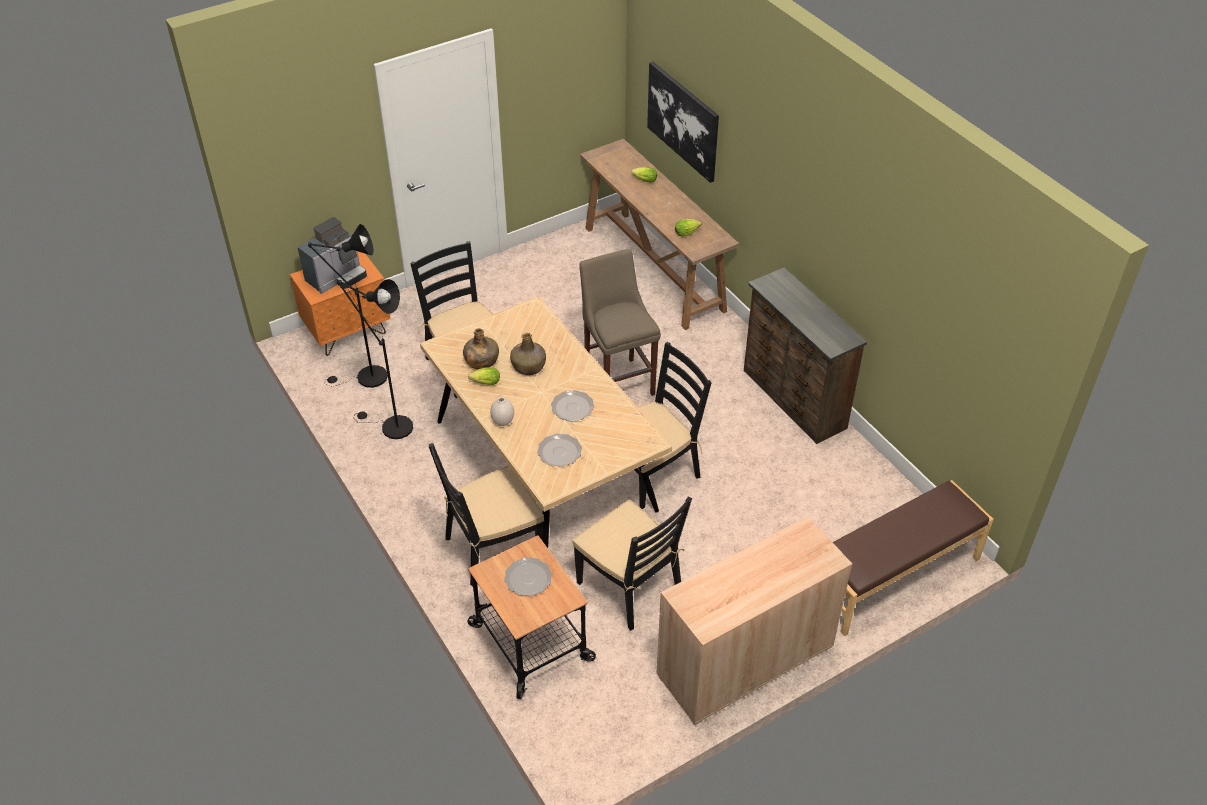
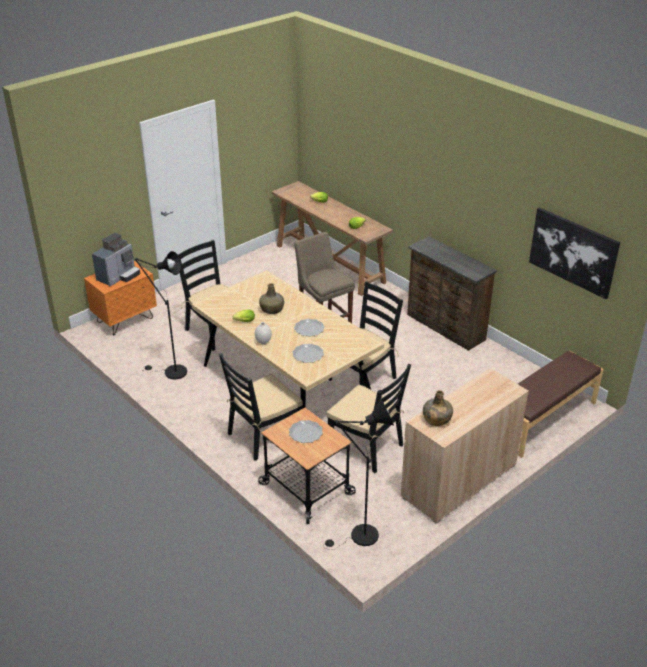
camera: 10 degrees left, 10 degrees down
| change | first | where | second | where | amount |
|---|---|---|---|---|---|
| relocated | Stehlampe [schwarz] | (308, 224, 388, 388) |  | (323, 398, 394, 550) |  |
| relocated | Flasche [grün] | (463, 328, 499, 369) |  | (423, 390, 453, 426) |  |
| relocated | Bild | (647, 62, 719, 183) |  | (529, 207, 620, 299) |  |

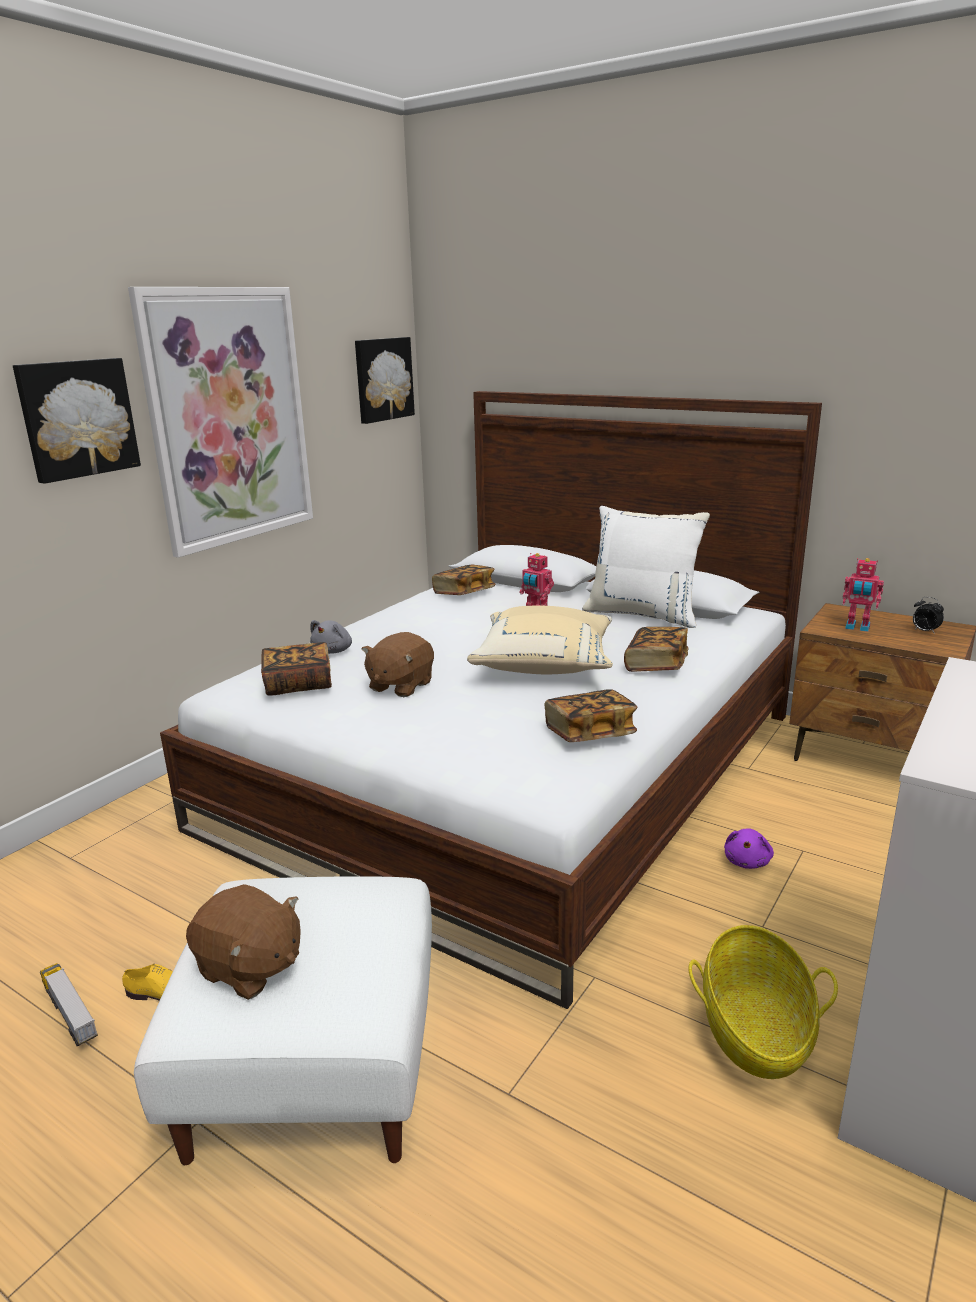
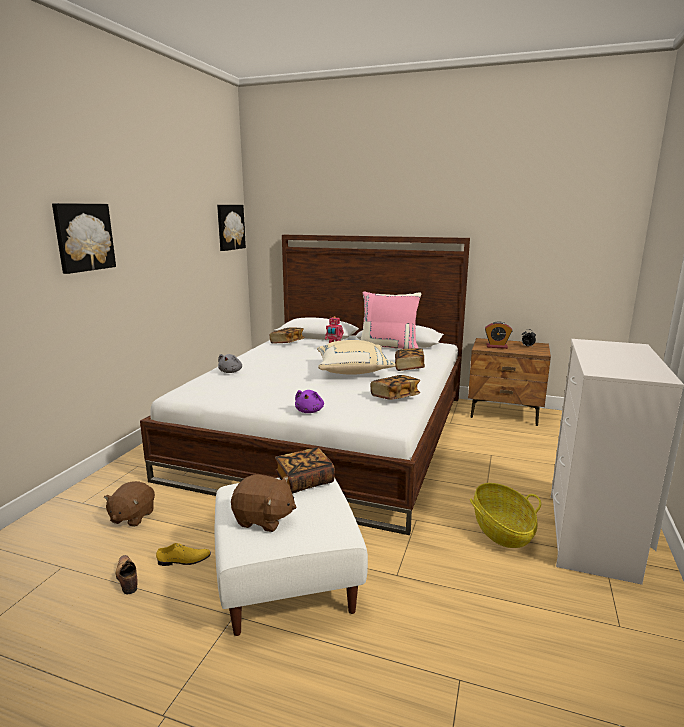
camera: 15 degrees left, 5 degrees down
| change | first | where | second | where | amount |
|---|---|---|---|---|---|
| exchanged | Spielzeuglaster | (40, 963, 98, 1046) | Schuh | (116, 555, 138, 594) |  |
| missing | Bild | (128, 287, 313, 558) |  |  |  |
| relocated | Buch | (261, 642, 332, 696) |  | (275, 447, 335, 494) |  |
| relocated | Plüschtier [braun] | (362, 632, 434, 697) |  | (104, 481, 155, 527) |  |
| colour | Kissen [weiß] | (582, 506, 710, 628) | Kissen [rosa] | (361, 291, 422, 349) |  |
| relocated | Plüschtier [lila] | (724, 828, 774, 869) |  | (295, 390, 324, 413) |  |
| exchanged | Spielzeugroboter | (843, 558, 884, 632) | Wecker | (485, 321, 512, 349) |  |

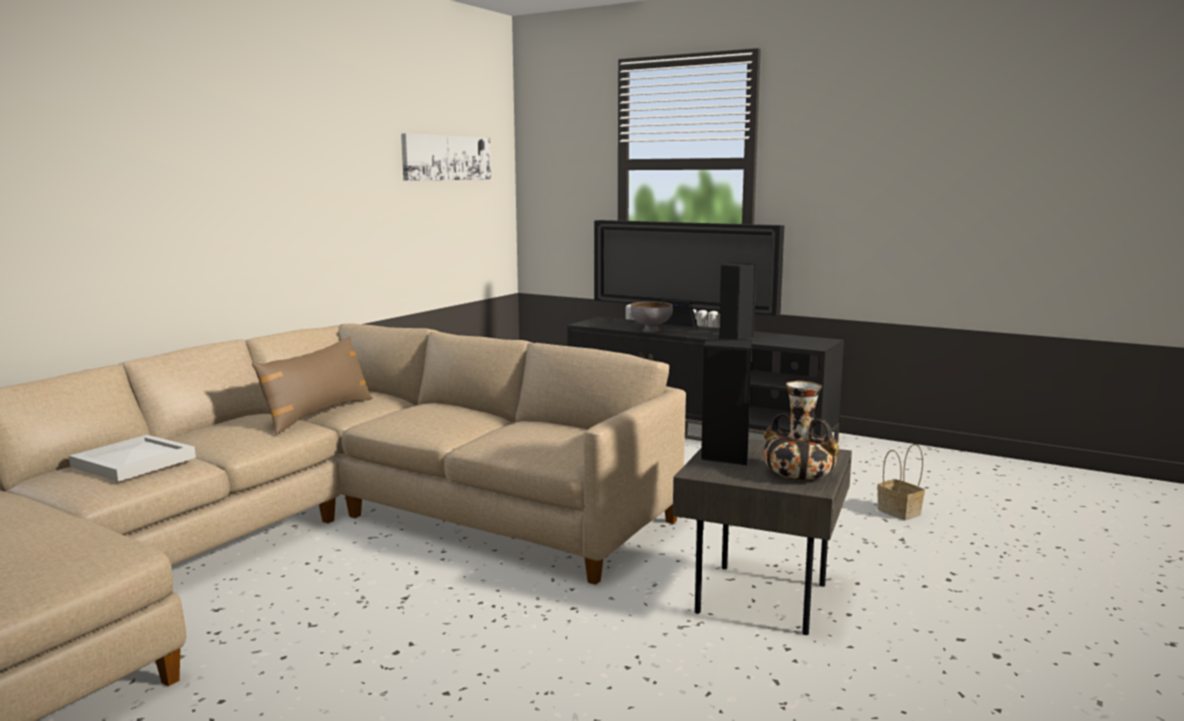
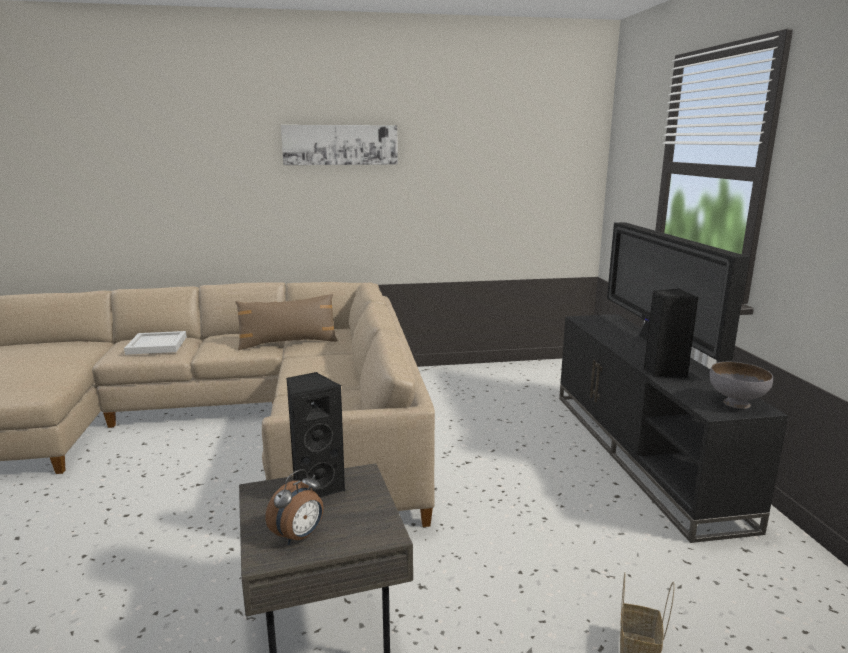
camera: 50 degrees right, 5 degrees up
| change | first | where | second | where | amount |
|---|---|---|---|---|---|
| relocated | Bild | (401, 133, 491, 181) |  | (281, 125, 398, 165) |  |
| relocated | Schüssel [grau] | (630, 302, 673, 332) |  | (709, 362, 773, 409) |  |
| exchanged | Vase | (764, 381, 839, 480) | Wecker | (265, 469, 323, 545) |  |

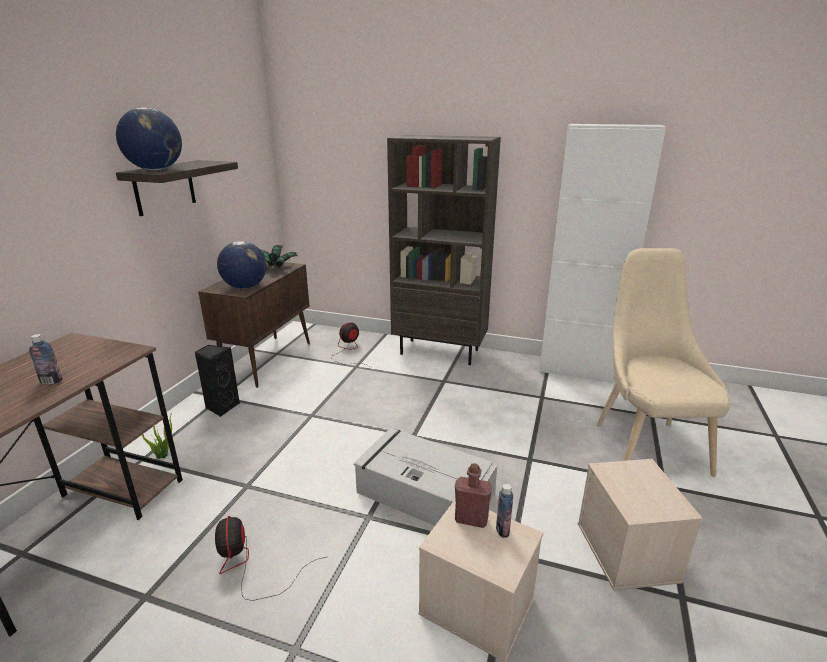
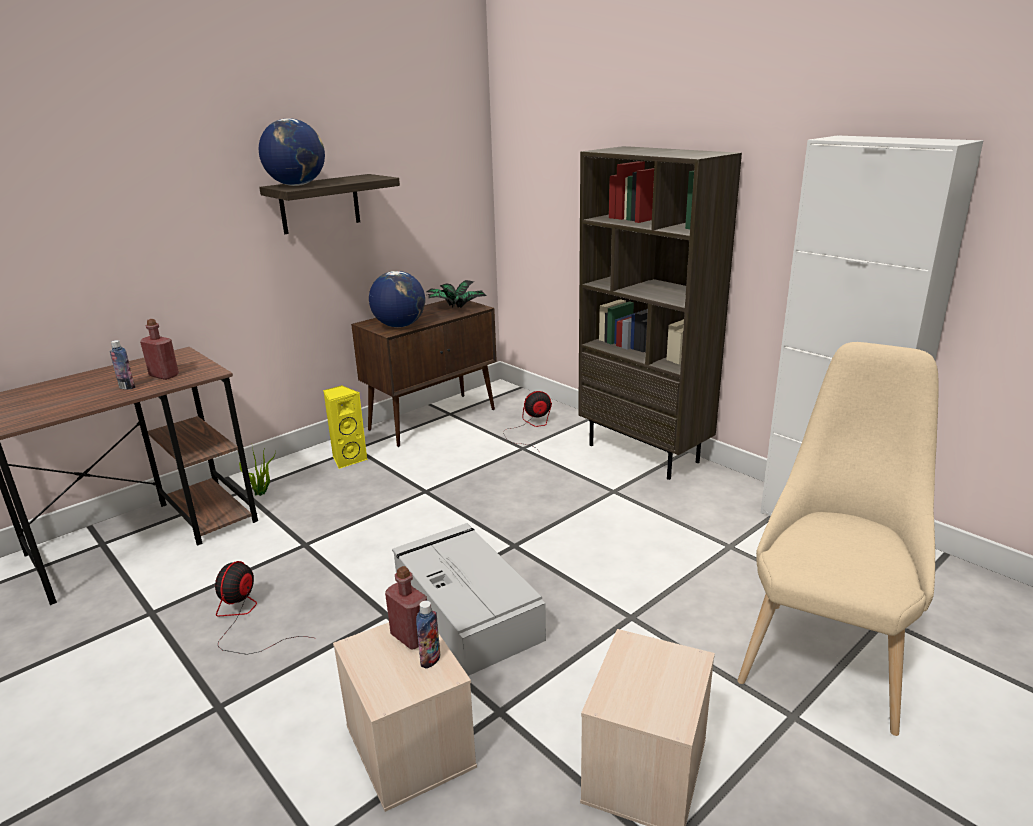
camera: 30 degrees right, 0 degrees up
| change | first | where | second | where | amount |
|---|---|---|---|---|---|
| colour | Lautsprecher [schwarz] | (195, 345, 240, 417) | Lautsprecher [gelb] | (323, 385, 367, 469) |  |
| appeared |  |  | Flasche [rot] | (140, 319, 179, 380) |  |

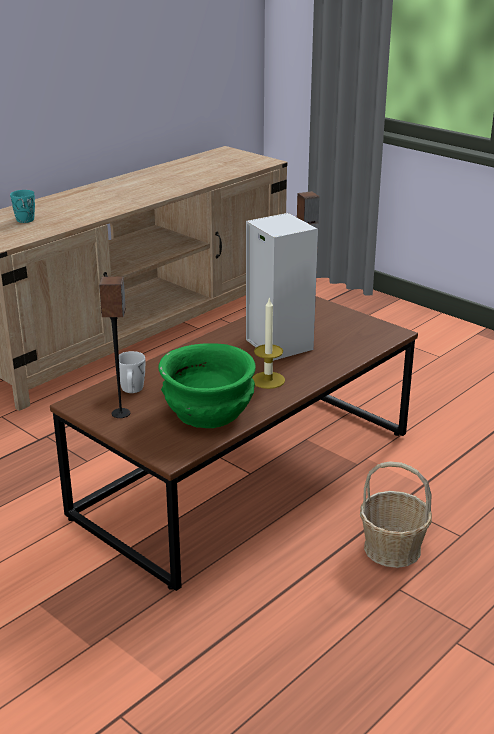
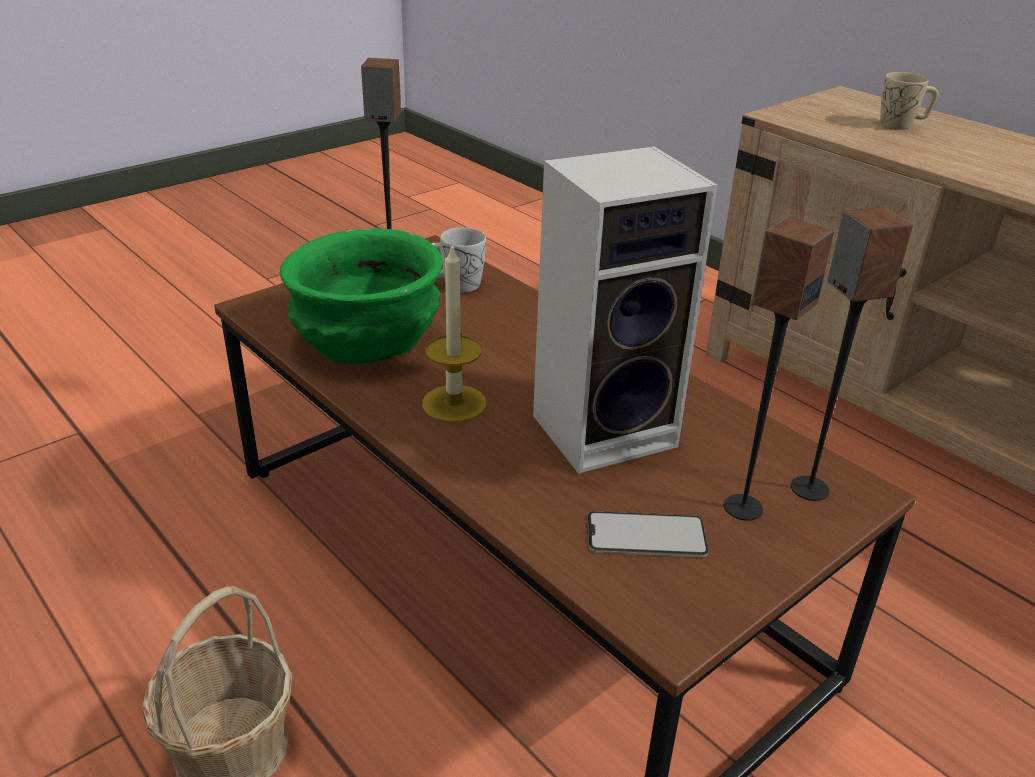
camera: 95 degrees right, 5 degrees up
| change | first | where | second | where | amount |
|---|---|---|---|---|---|
| colour | Henkelbecher [türkis] | (10, 190, 35, 223) | Henkelbecher [beige] | (880, 72, 938, 130) |  |
| appeared |  |  | Handy | (588, 511, 709, 557) |  |
| appeared |  |  | Lautsprecher | (724, 217, 834, 521) |  |

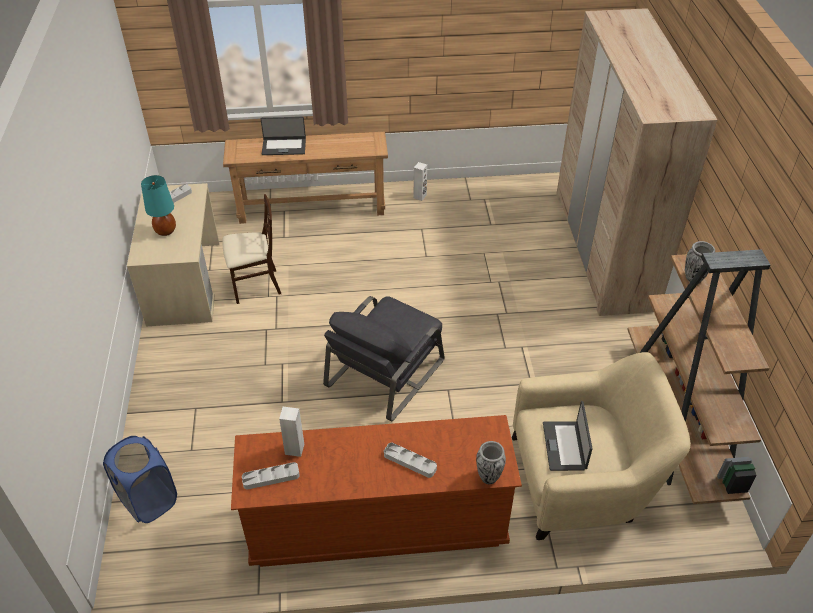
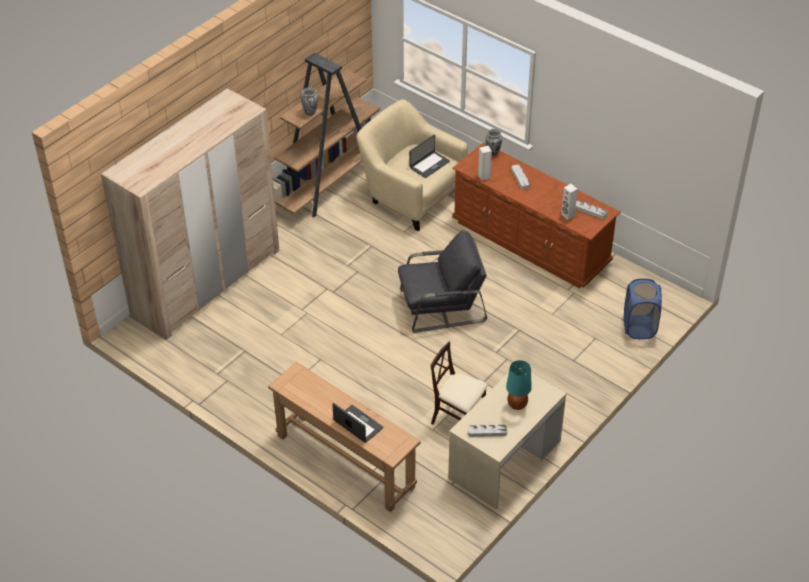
camera: 135 degrees left, 0 degrees up
| change | first | where | second | where | amount |
|---|---|---|---|---|---|
| relocated | Lautsprecher [weiß] | (414, 162, 427, 201) |  | (478, 146, 492, 181) |  |

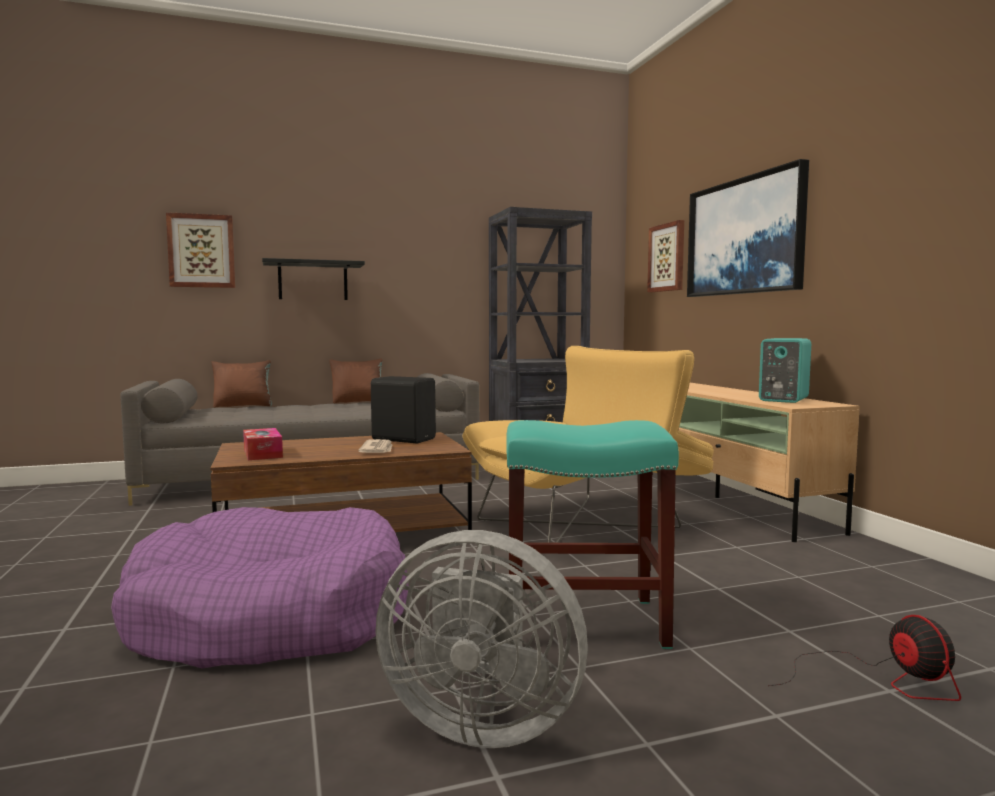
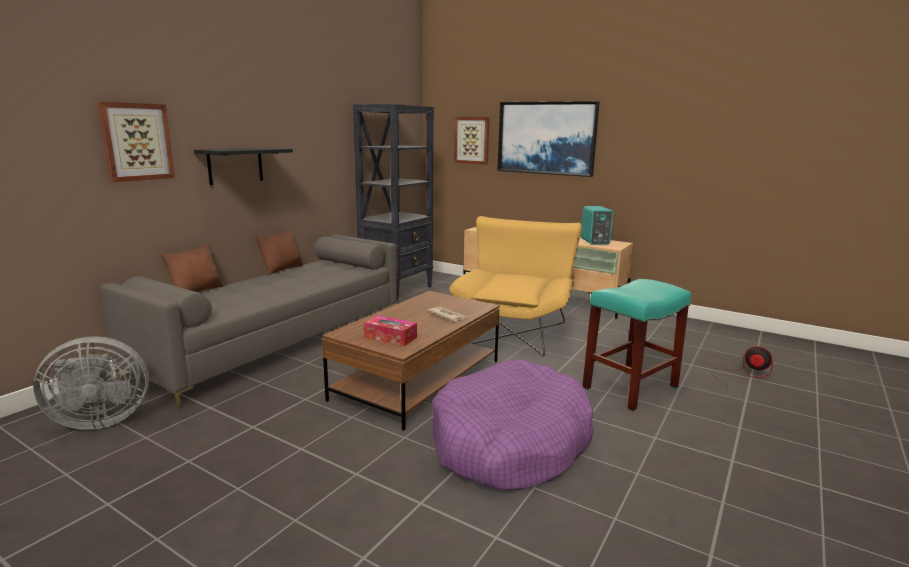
camera: 40 degrees left, 10 degrees up
| change | first | where | second | where | amount |
|---|---|---|---|---|---|
| missing | Lautsprecher [schwarz] | (371, 376, 436, 443) |  |  |  |
| relocated | Ventilator [grau] | (375, 530, 588, 748) |  | (33, 336, 149, 430) |  |

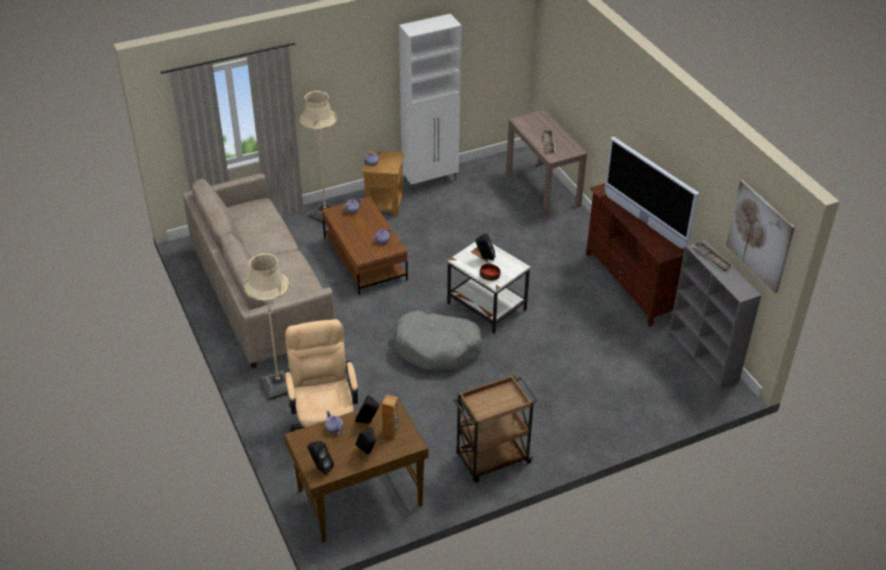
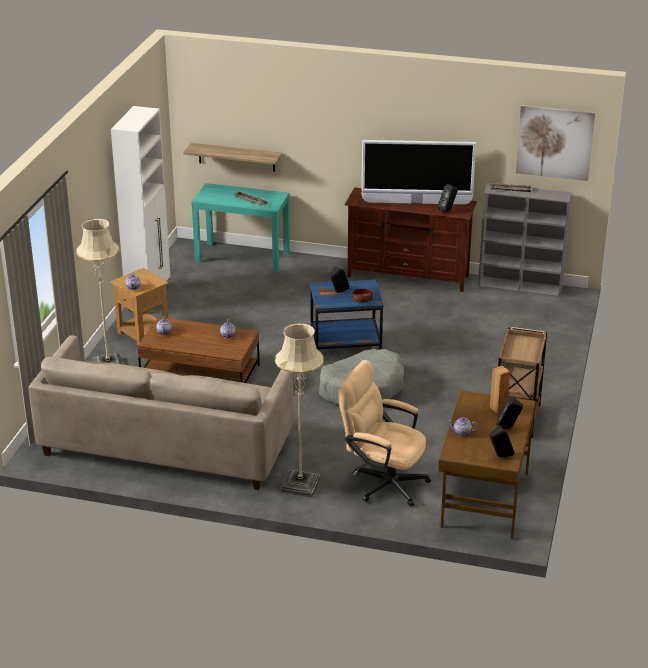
camera: 50 degrees left, 10 degrees down
| change | first | where | second | where | amount |
|---|---|---|---|---|---|
| relocated | Lautsprecher [schwarz] | (355, 395, 379, 423) |  | (438, 184, 458, 213) |  |
| colour | Beistelltisch [weiß] | (447, 241, 530, 334) | Beistelltisch [blau] | (310, 280, 383, 350) |  |
| colour | Konsolentisch [braun] | (506, 110, 588, 217) | Konsolentisch [türkis] | (191, 183, 290, 273) |  |
| appeared |  |  | Wandregal | (183, 143, 282, 172) |  |

